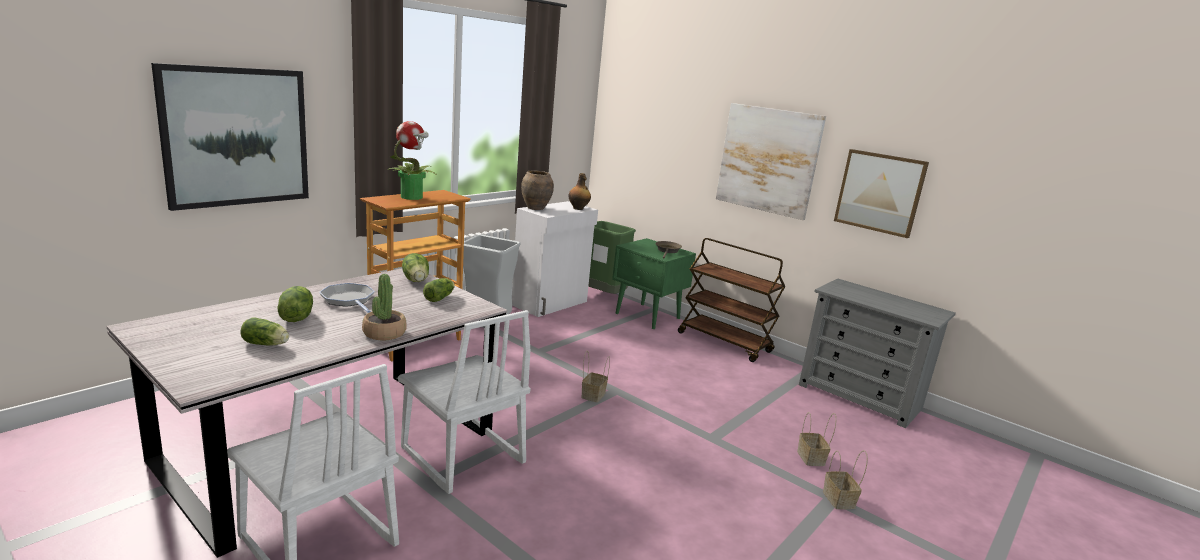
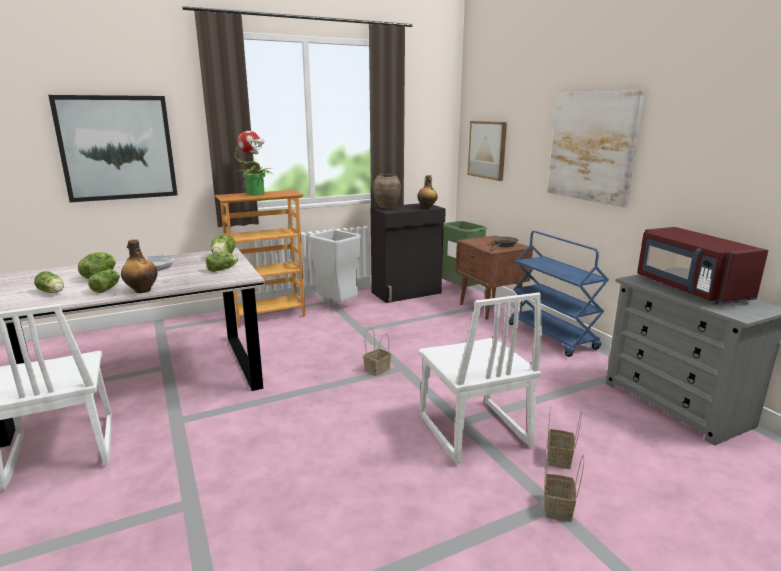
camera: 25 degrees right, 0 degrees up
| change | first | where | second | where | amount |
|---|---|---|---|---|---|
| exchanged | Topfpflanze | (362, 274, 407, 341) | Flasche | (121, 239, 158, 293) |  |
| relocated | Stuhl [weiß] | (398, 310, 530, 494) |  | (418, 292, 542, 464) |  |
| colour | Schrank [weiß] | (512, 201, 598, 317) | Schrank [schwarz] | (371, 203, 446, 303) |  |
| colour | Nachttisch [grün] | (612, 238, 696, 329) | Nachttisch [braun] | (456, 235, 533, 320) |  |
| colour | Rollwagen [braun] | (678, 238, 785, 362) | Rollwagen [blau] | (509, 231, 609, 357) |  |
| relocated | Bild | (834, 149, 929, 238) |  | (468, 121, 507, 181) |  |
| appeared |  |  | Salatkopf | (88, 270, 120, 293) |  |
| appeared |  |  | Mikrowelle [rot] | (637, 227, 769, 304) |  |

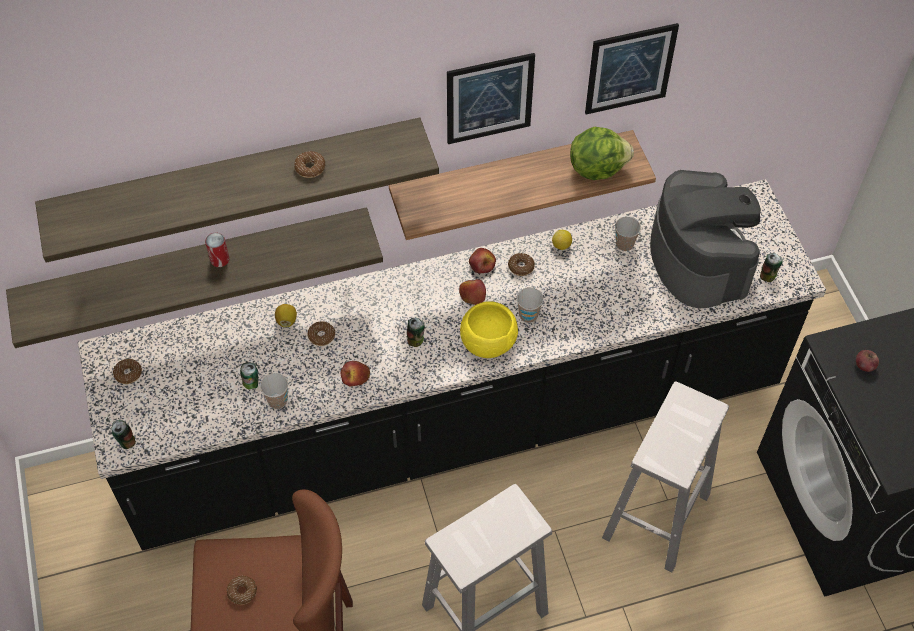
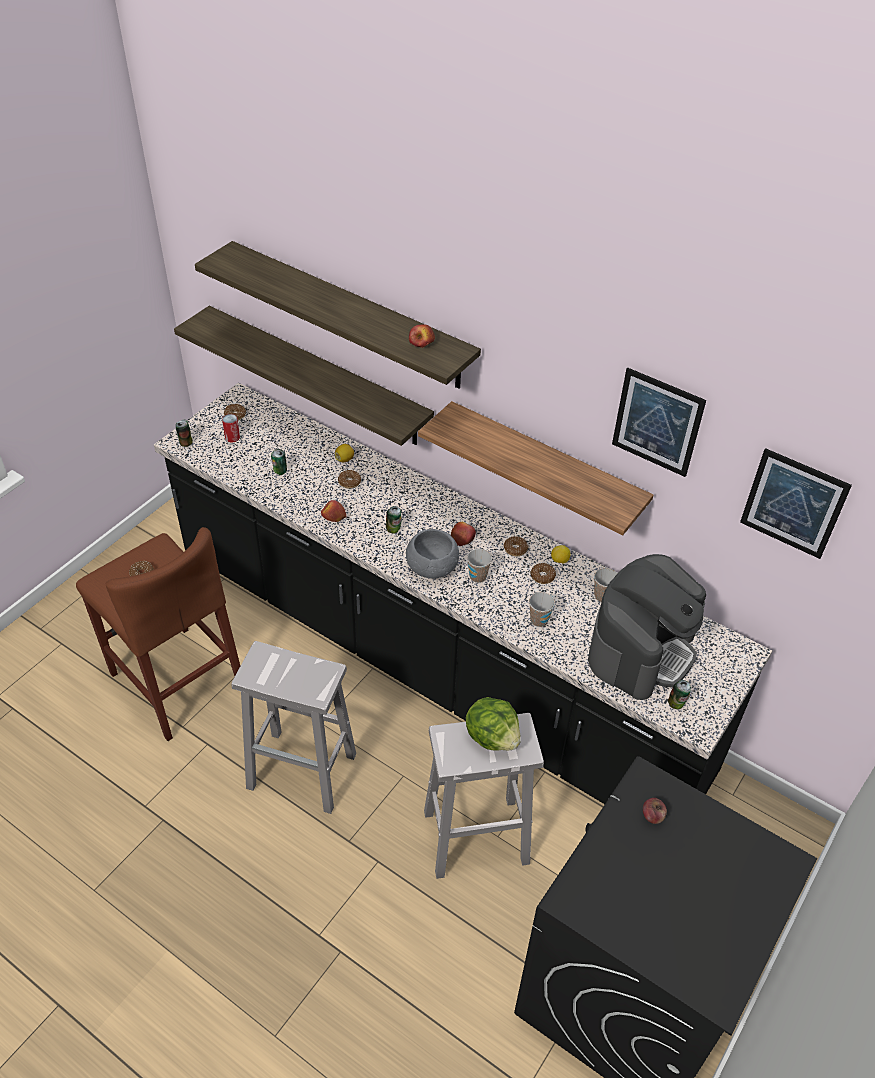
camera: 50 degrees right, 10 degrees down
| change | first | where | second | where | amount |
|---|---|---|---|---|---|
| relocated | Dose | (205, 233, 230, 267) |  | (222, 414, 240, 443) |  |
| relocated | Tasse | (260, 373, 288, 409) |  | (529, 592, 555, 627) |  |
| relocated | Donut | (294, 151, 325, 178) |  | (531, 563, 556, 584) |  |
| relocated | Bild | (447, 53, 535, 144) |  | (740, 448, 852, 559) |  |
| colour | Schüssel [gelb] | (460, 301, 518, 358) | Schüssel [grau] | (406, 529, 459, 579) |  |
| relocated | Apfel | (469, 248, 496, 274) |  | (409, 324, 435, 348) |  |
| relocated | Salatkopf | (570, 127, 634, 180) |  | (465, 697, 521, 751) |  |

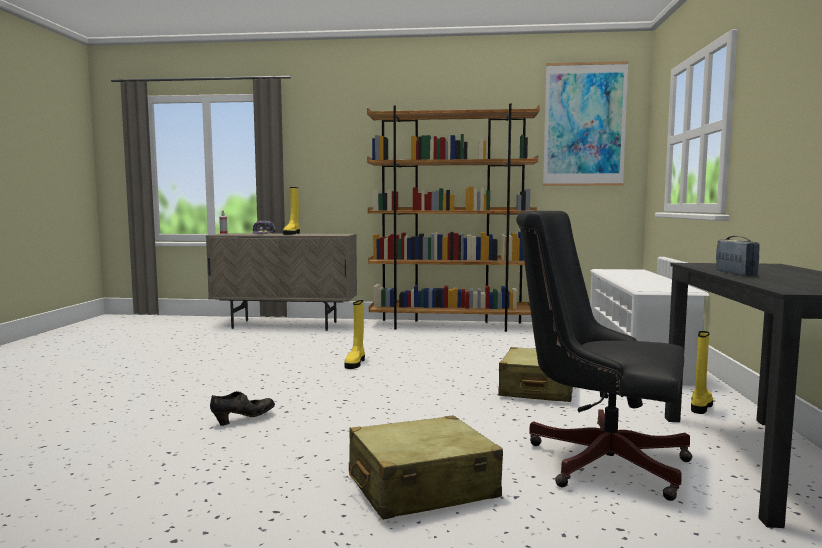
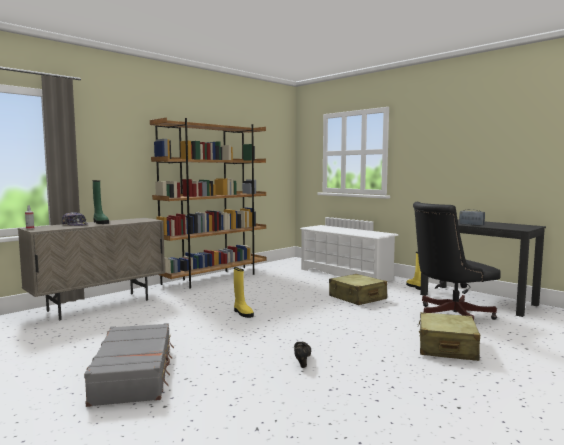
camera: 50 degrees left, 0 degrees up
| change | first | where | second | where | amount |
|---|---|---|---|---|---|
| colour | Stiefel [gelb] | (283, 187, 300, 235) | Stiefel [grün] | (92, 180, 109, 224) |  |
| missing | Bild | (543, 61, 629, 186) |  |  |  |
| appeared |  |  | Koffer [grau] | (84, 323, 174, 407) |  |

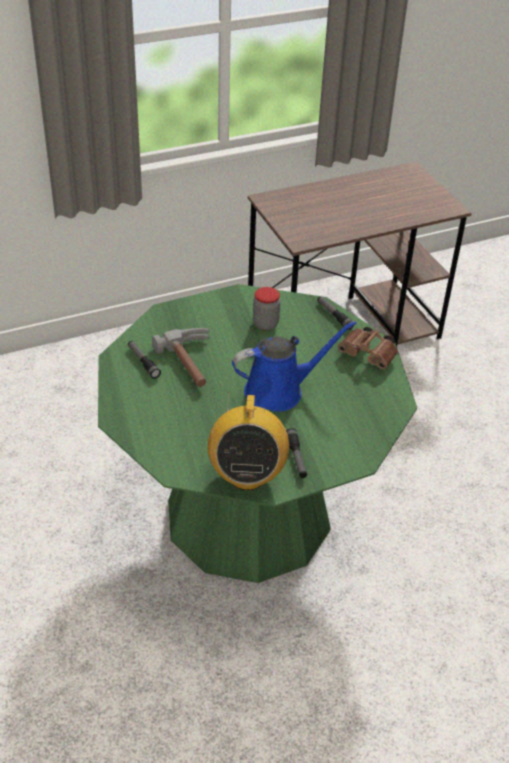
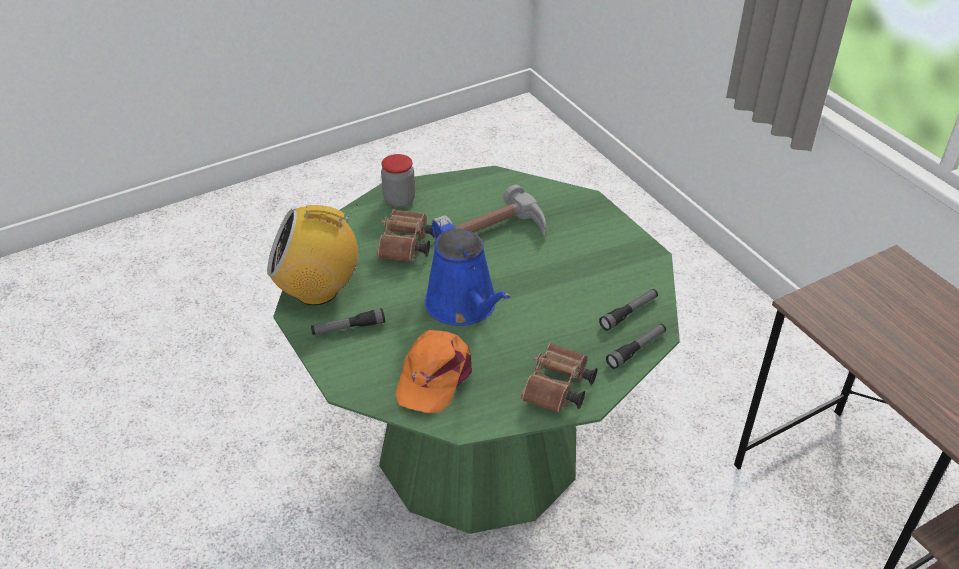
camera: 85 degrees right, 0 degrees up
| change | first | where | second | where | amount |
|---|---|---|---|---|---|
| relocated | Taschenlampe | (128, 341, 161, 379) |  | (599, 289, 658, 331) |  |
| relocated | Vorratsglas | (253, 287, 280, 330) |  | (381, 154, 415, 207) |  |
| appeared |  |  | Fernglas [braun] | (376, 209, 435, 262) |  |
| appeared |  |  | Kappe [orange] | (395, 330, 472, 413) |  |

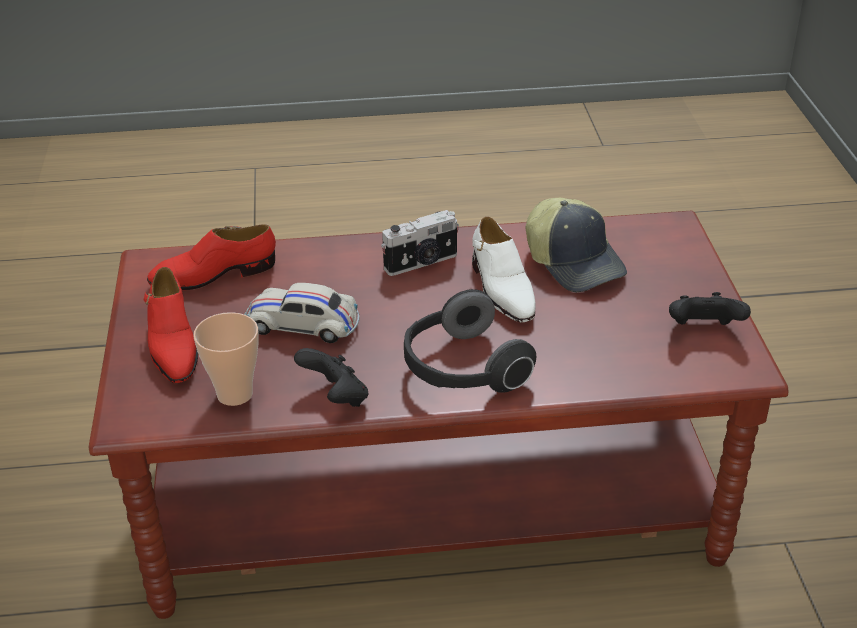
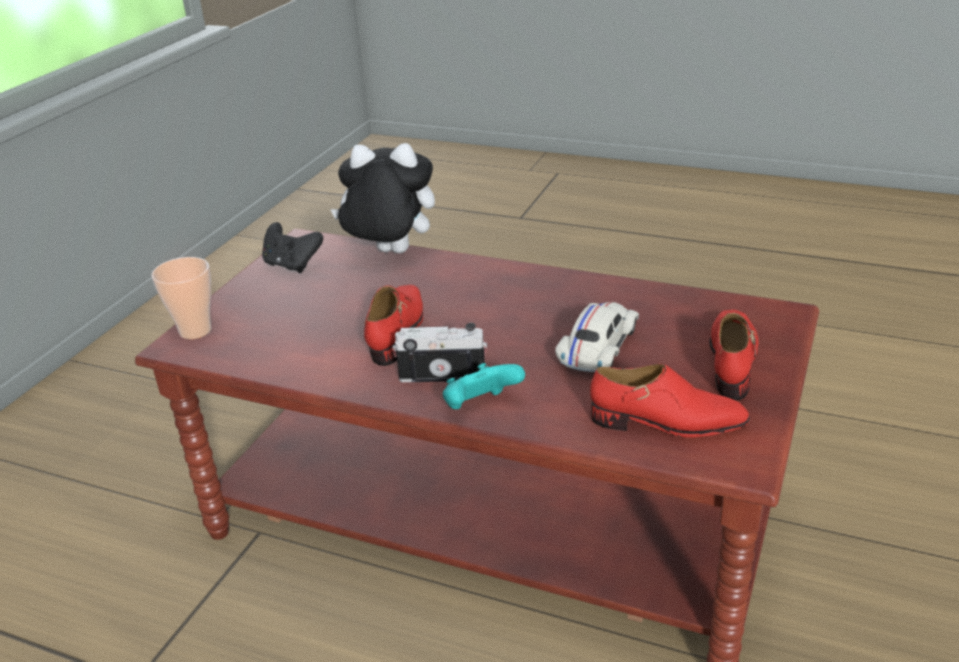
camera: 150 degrees left, 5 degrees down
| change | first | where | second | where | amount |
|---|---|---|---|---|---|
| relocated | Tasse | (193, 312, 259, 406) |  | (152, 257, 211, 339) |  |
| spun | Spielzeugauto [weiß] | (244, 283, 359, 343) |  | (555, 302, 639, 372) | 105 degrees counterclockwise |
| missing | Gamepad [schwarz] | (294, 348, 368, 407) |  |  |  |
| missing | Kopfhörer | (404, 289, 536, 393) |  |  |  |
| colour | Schuh [weiß] | (472, 217, 535, 322) | Schuh [rot] | (364, 285, 423, 366) |  |
| missing | Kappe | (526, 198, 627, 292) |  |  |  |
| appeared |  |  | Plüschtier | (330, 143, 435, 253) |  |
| appeared |  |  | Gamepad [türkis] | (443, 363, 525, 409) |  |

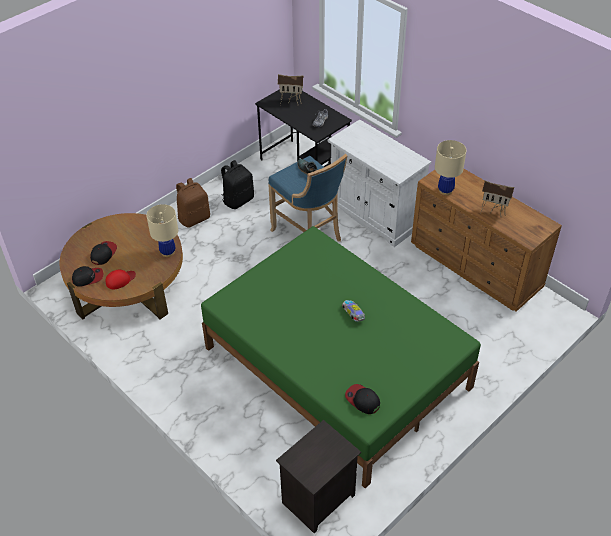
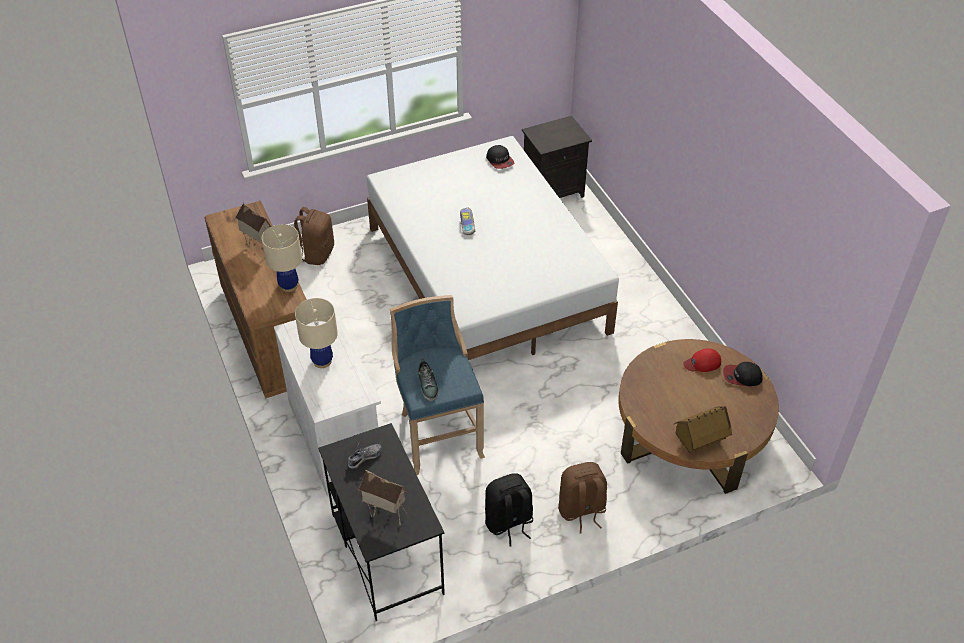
camera: 160 degrees left, 0 degrees up
| change | first | where | second | where | amount |
|---|---|---|---|---|---|
| missing | Kappe | (90, 241, 117, 265) |  |  |  |
| relocated | Tischlampe [beige] | (146, 204, 178, 257) |  | (295, 298, 338, 368) |  |
| colour | Bett [grün] | (201, 226, 481, 488) | Bett [weiß] | (367, 136, 619, 360) |  |
| appeared |  |  | Rucksack [braun] | (294, 207, 334, 265) |  |
| appeared |  |  | Spielzeughaus | (674, 406, 732, 453) |  |

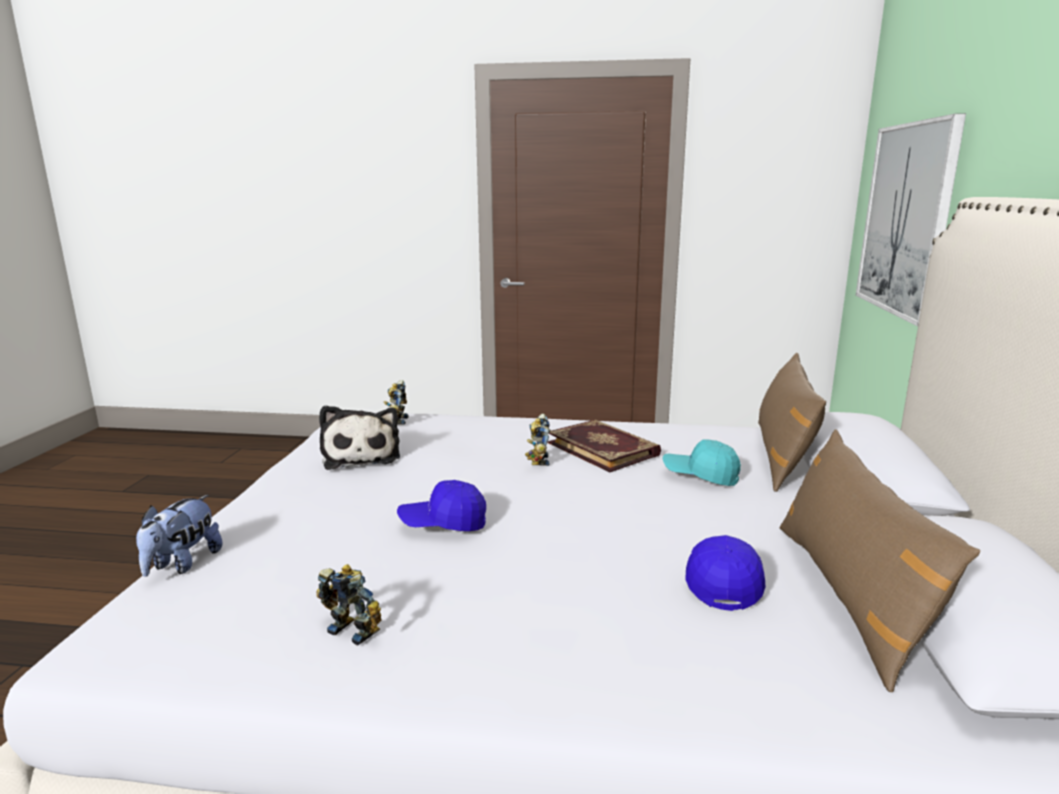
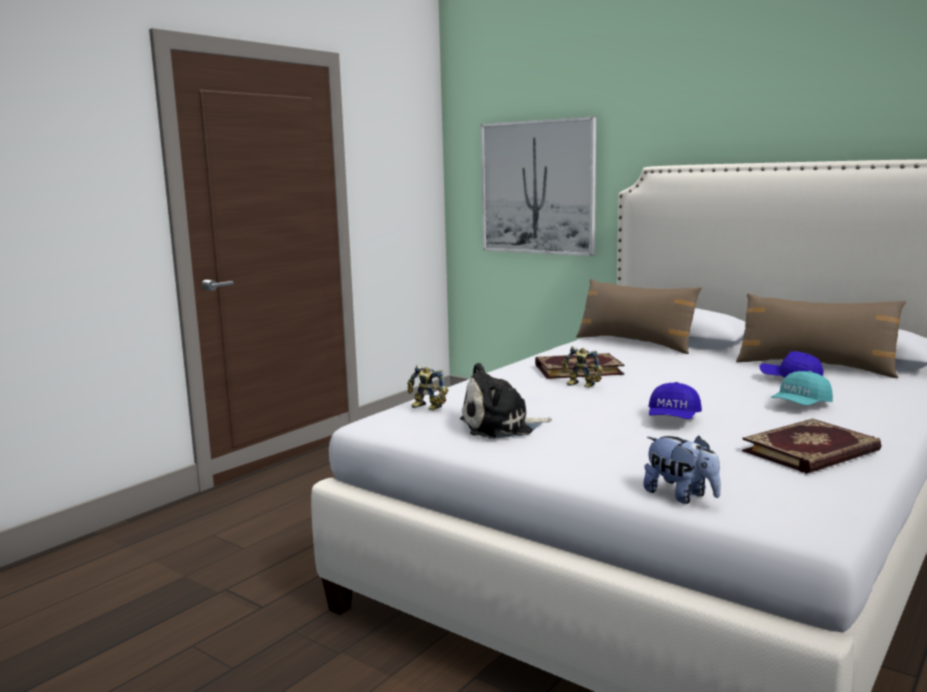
camera: 60 degrees left, 5 degrees down
| change | first | where | second | where | amount |
|---|---|---|---|---|---|
| exchanged | Spielzeugroboter | (316, 564, 381, 646) | Buch | (742, 419, 881, 474) |  |
| spun | Plüschtier | (319, 405, 400, 470) |  | (460, 362, 552, 439) | 150 degrees clockwise |
| relocated | Kappe [türkis] | (663, 439, 741, 486) |  | (771, 371, 833, 405) |  |

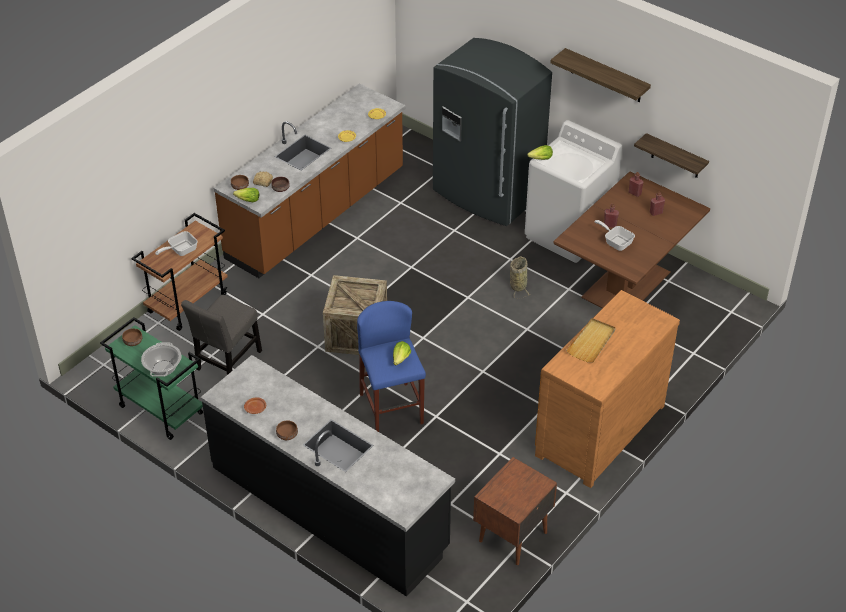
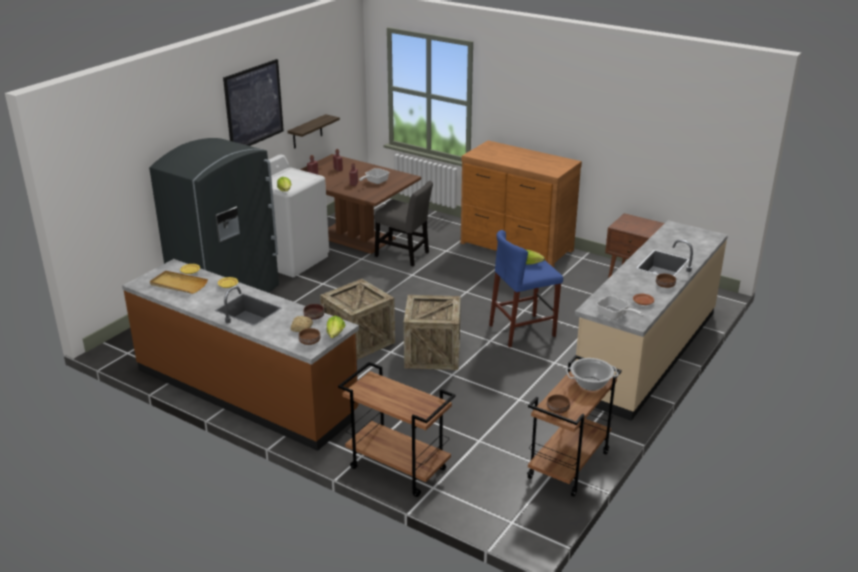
camera: 95 degrees left, 15 degrees down
| change | first | where | second | where | amount |
|---|---|---|---|---|---|
| colour | Rollwagen [grün] | (100, 317, 203, 440) | Rollwagen [braun] | (527, 355, 622, 497) |  |
| relocated | Pfanne | (155, 231, 198, 256) |  | (597, 295, 644, 320) |  |
| relocated | Stuhl [grau] | (181, 295, 262, 375) |  | (375, 181, 433, 266) |  |
| colour | Küchenzeile [schwarz] | (201, 355, 455, 597) | Küchenzeile [beige] | (575, 220, 728, 421) |  |
| missing | Korb | (510, 256, 530, 299) |  |  |  |
| exchanged | Wandregal | (550, 48, 651, 103) | Bild | (223, 59, 284, 146) |  |
| relocated | Tablett [beige] | (566, 318, 616, 363) |  | (150, 271, 208, 294) |  |
| appeared |  |  | Kiste | (320, 279, 395, 360) |  |

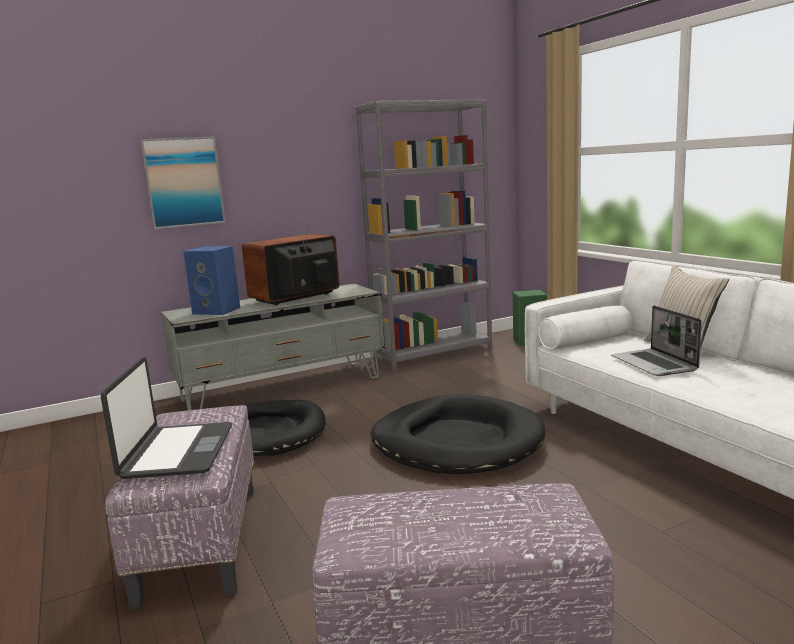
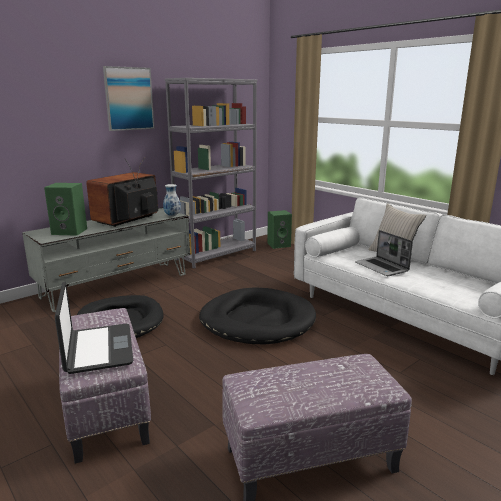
camera: 15 degrees left, 5 degrees up
| change | first | where | second | where | amount |
|---|---|---|---|---|---|
| relocated | Bild | (140, 136, 226, 229) |  | (103, 66, 155, 131) |  |
| colour | Lautsprecher [blau] | (183, 246, 240, 315) | Lautsprecher [grün] | (44, 183, 87, 236) |  |
| appeared |  |  | Vase | (163, 184, 181, 216) |  |

